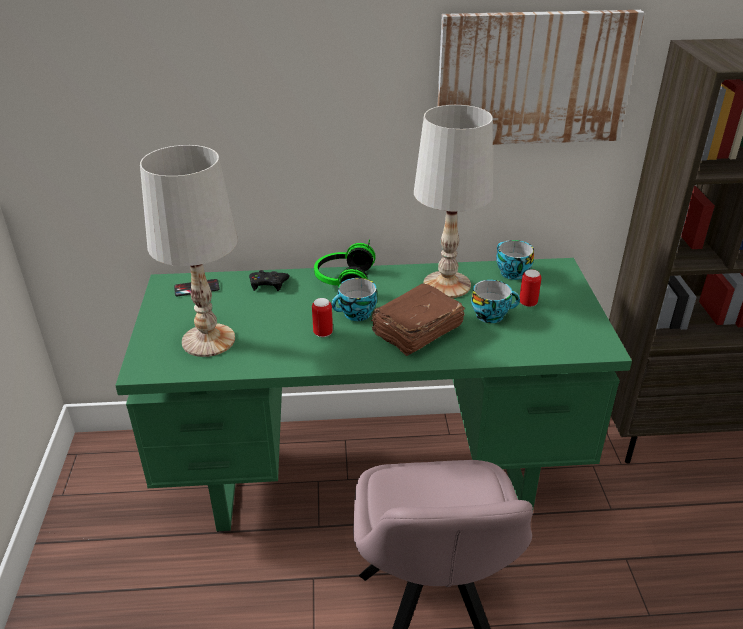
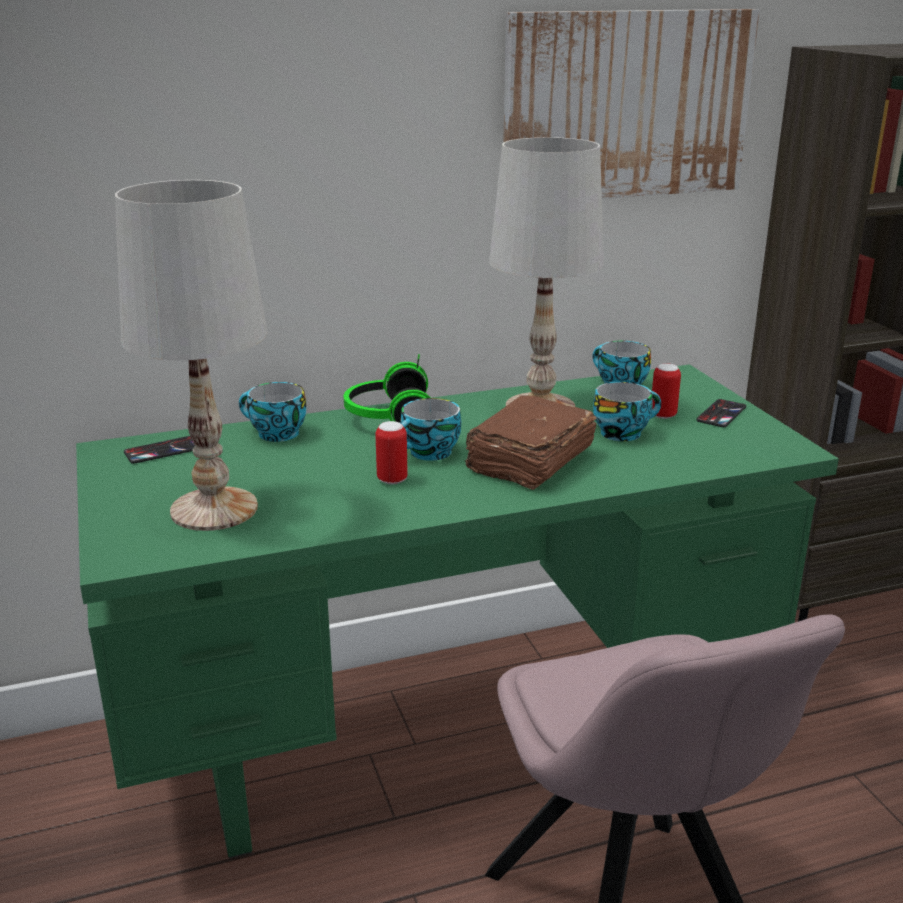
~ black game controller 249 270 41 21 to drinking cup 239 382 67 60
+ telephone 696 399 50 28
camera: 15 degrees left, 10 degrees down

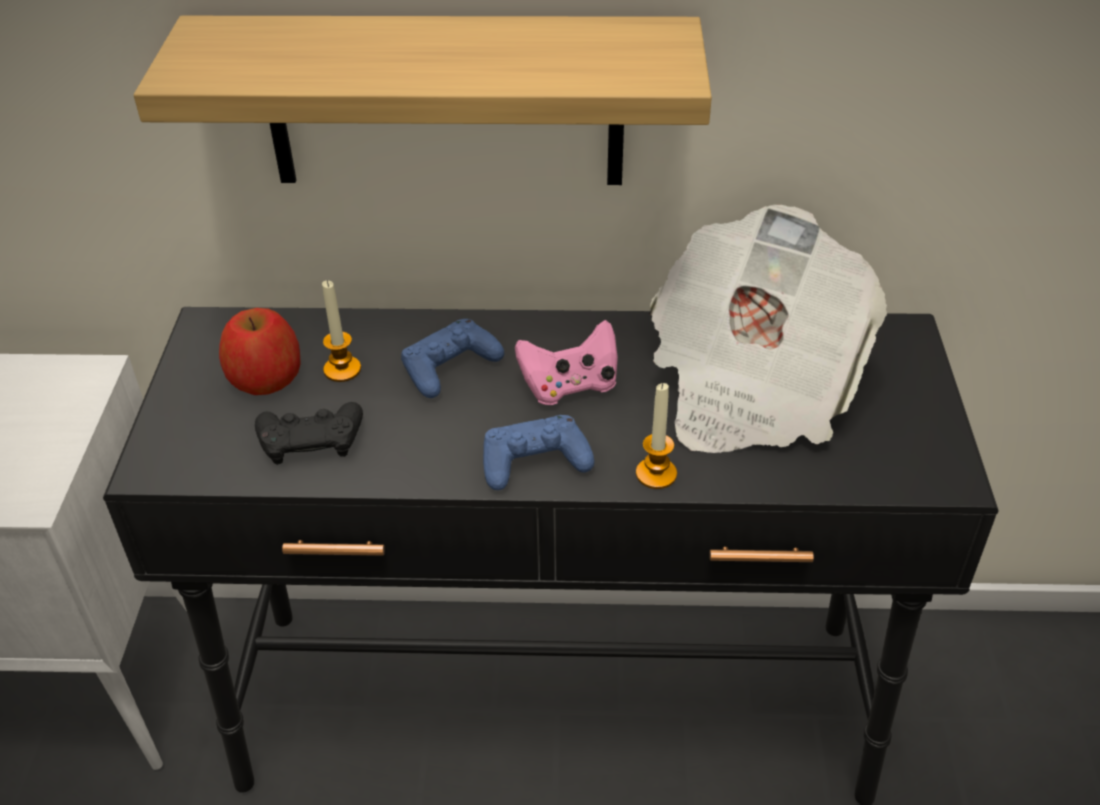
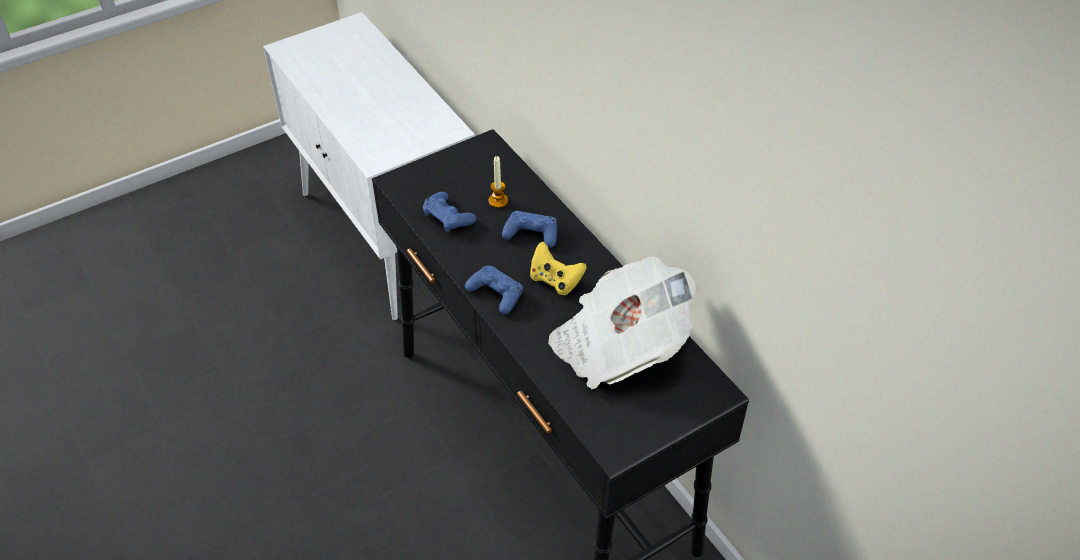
~ black game controller 255 402 108 63 to blue game controller 423 192 53 40
~ pink game controller 515 320 103 85 to yellow game controller 530 241 57 54
- wall shelf 134 16 578 169
- whole apple 219 308 82 87
- candle 636 383 41 106
camera: 55 degrees right, 5 degrees up

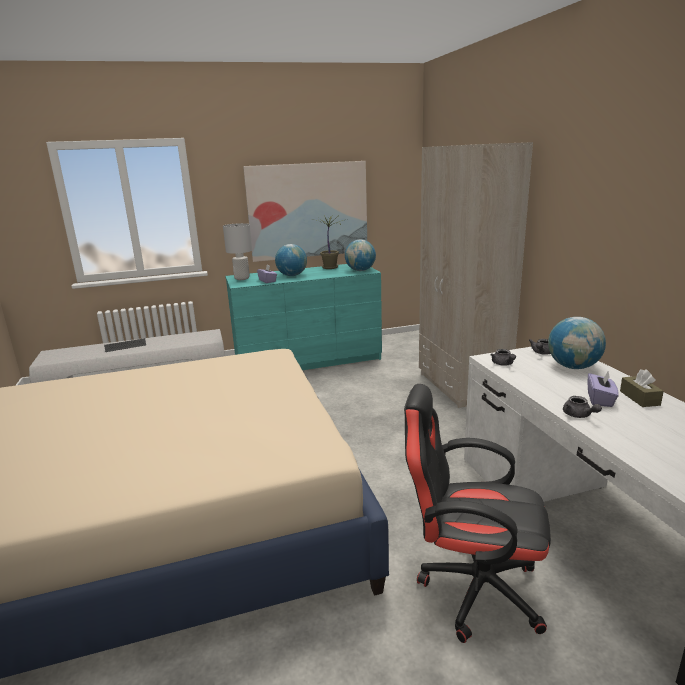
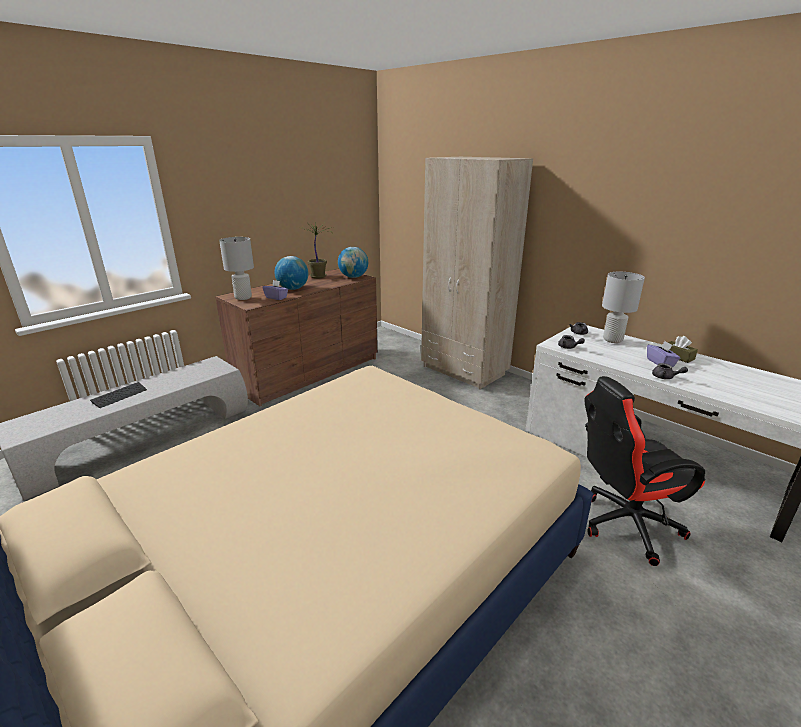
~ turquoise-coloured chest of drawers 225 264 157 106 to brown-coloured chest of drawers 215 269 163 137
~ desk globe 548 317 58 52 to grey tabletop lamp 602 272 43 71
- wall art 243 161 124 101
camera: 30 degrees left, 5 degrees up

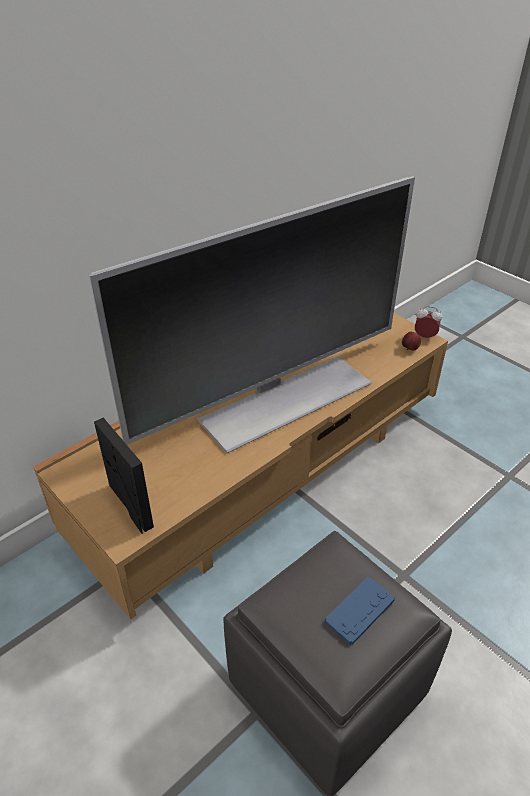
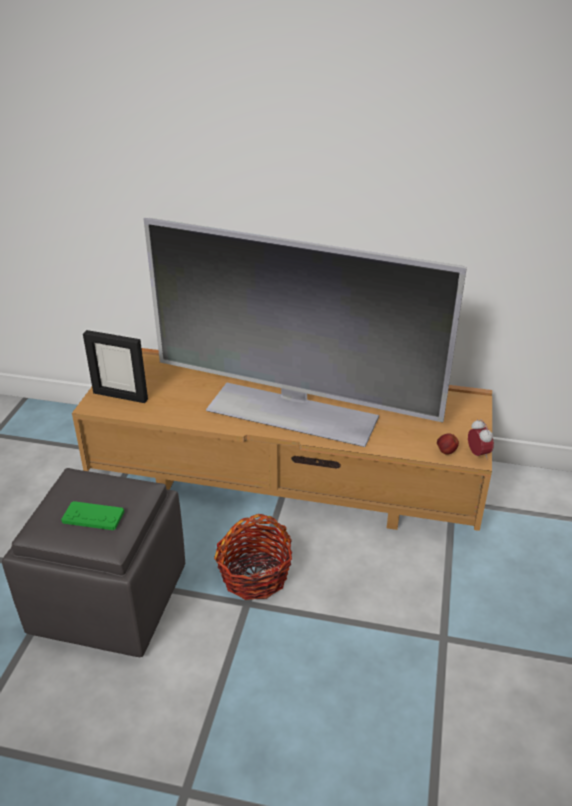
~ blue game controller 325 577 70 68 to green-coloured game controller 61 501 63 29
~ standing frame 94 418 60 116 = 83 330 65 73 90 degrees clockwise
+ storage basket 214 514 78 86
camera: 55 degrees right, 5 degrees down

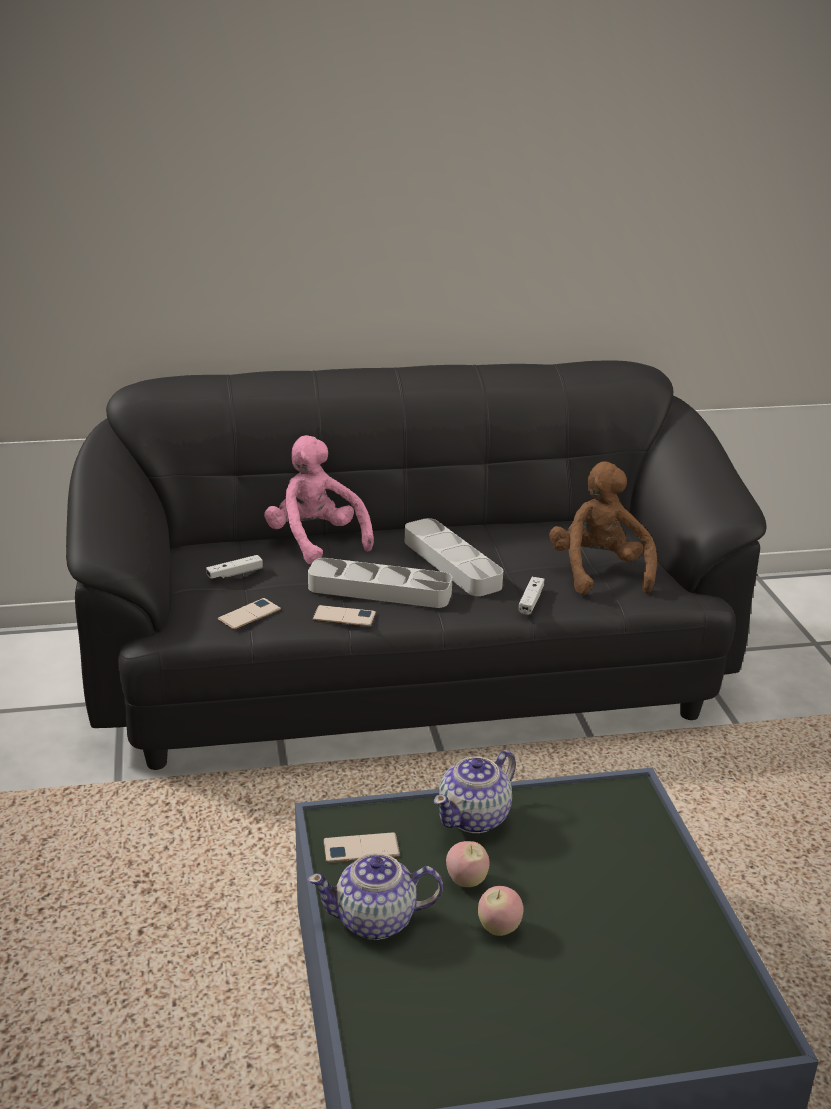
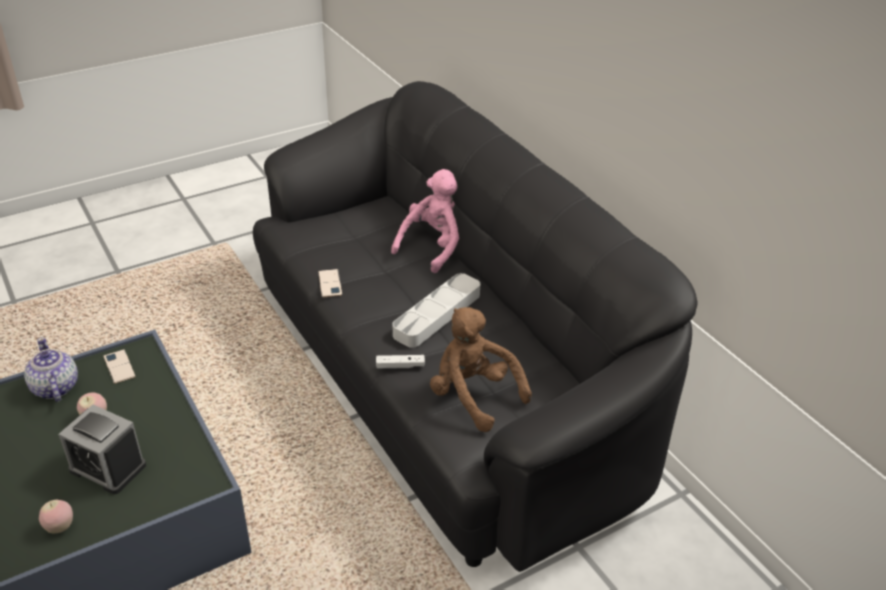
~ whole apple 478 886 46 50 to 39 500 34 33
+ bedside clock 58 405 88 89
~ brown-coloured soft toy 549 462 108 133 = 430 307 102 125 105 degrees counterclockwise
- white-coloured game controller 206 555 57 24
- telephone 217 598 64 32
- grey carrying tray 308 558 144 50
- pot for tea 434 750 82 83
camera: 70 degrees right, 10 degrees up

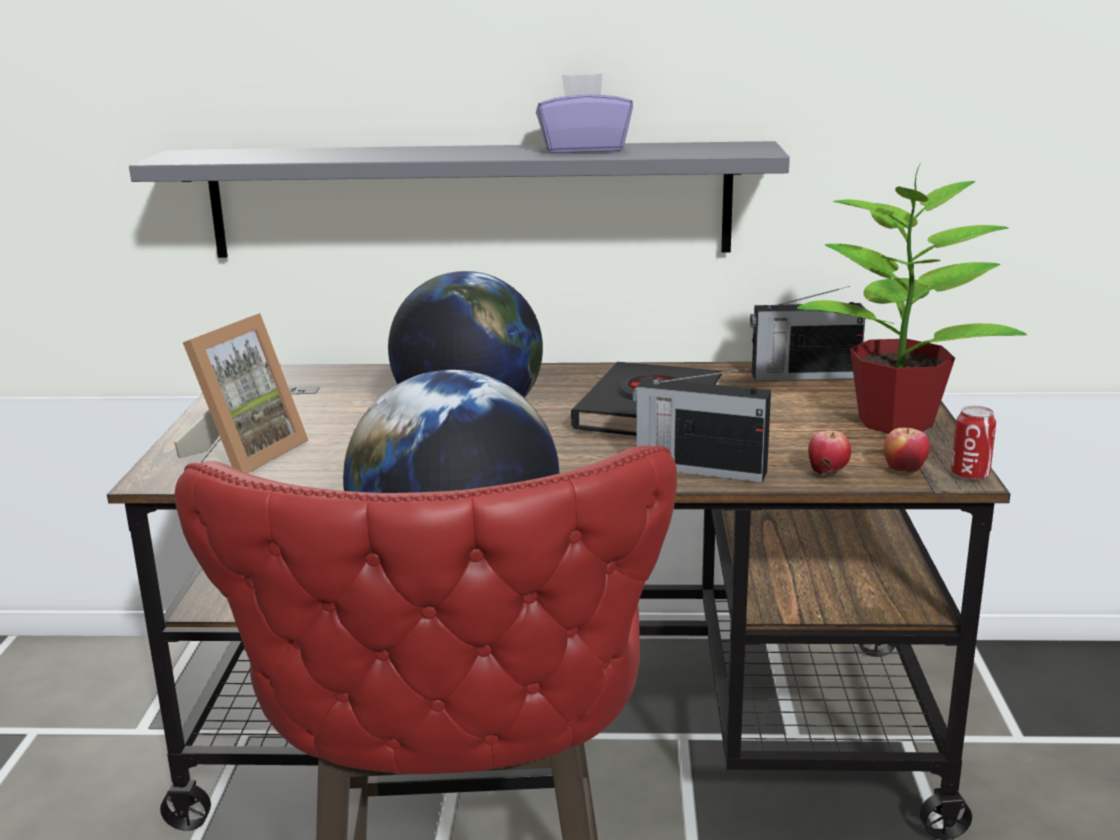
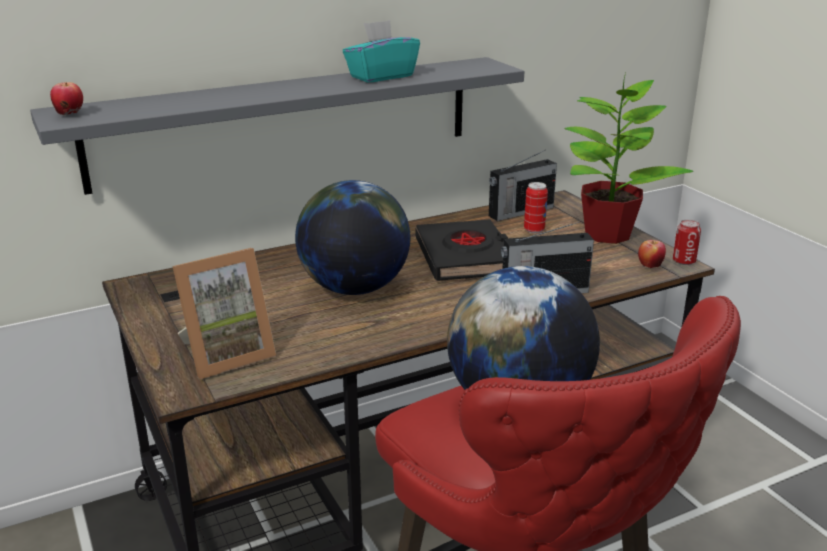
~ whole apple 808 430 43 45 to 50 82 33 34
~ standing frame 174 313 135 160 = 173 248 103 131 60 degrees clockwise
~ purple tissue holder 536 73 97 80 to turquoise-coloured tissue holder 343 20 77 63
+ metal can 524 182 24 52
camera: 30 degrees left, 5 degrees up

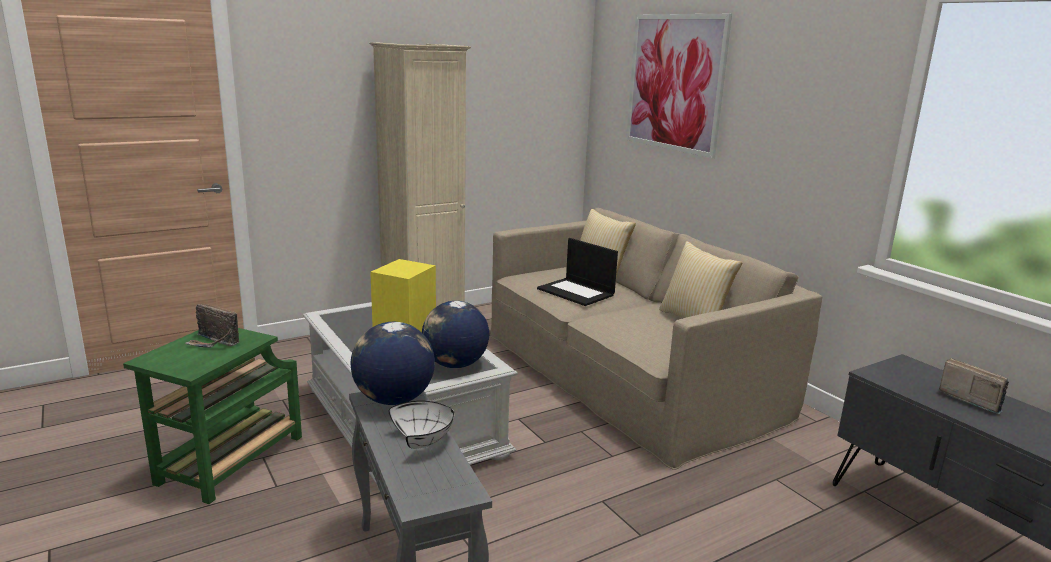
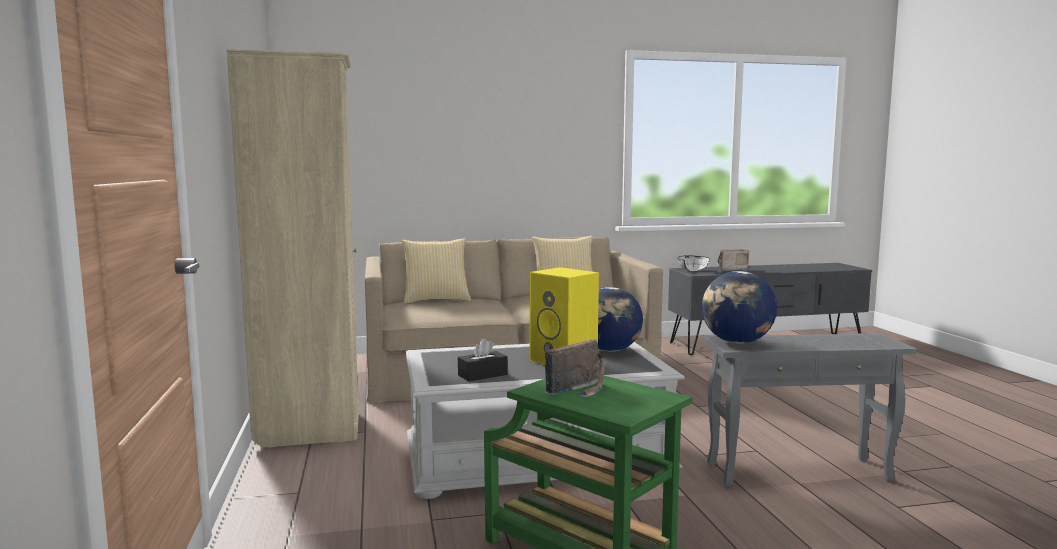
+ black tissue holder 458 338 50 44
~ white-coloured bowl 388 401 67 48 to 677 255 33 16
- laptop 537 238 81 68
- wall art 626 14 106 144
camera: 70 degrees left, 10 degrees down

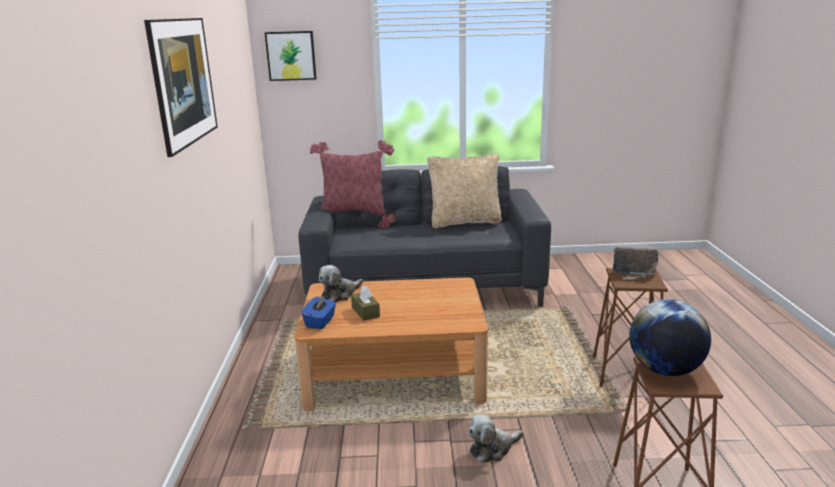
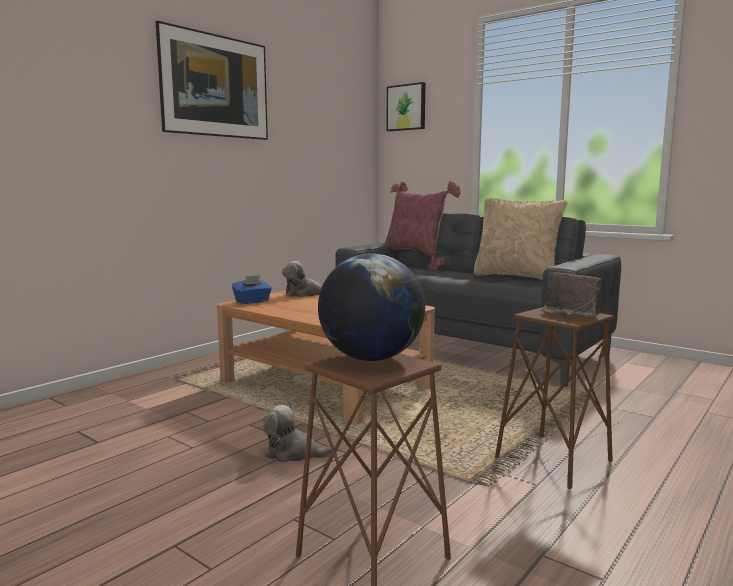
- brown-coloured tissue holder 351 286 29 35
camera: 40 degrees right, 10 degrees down

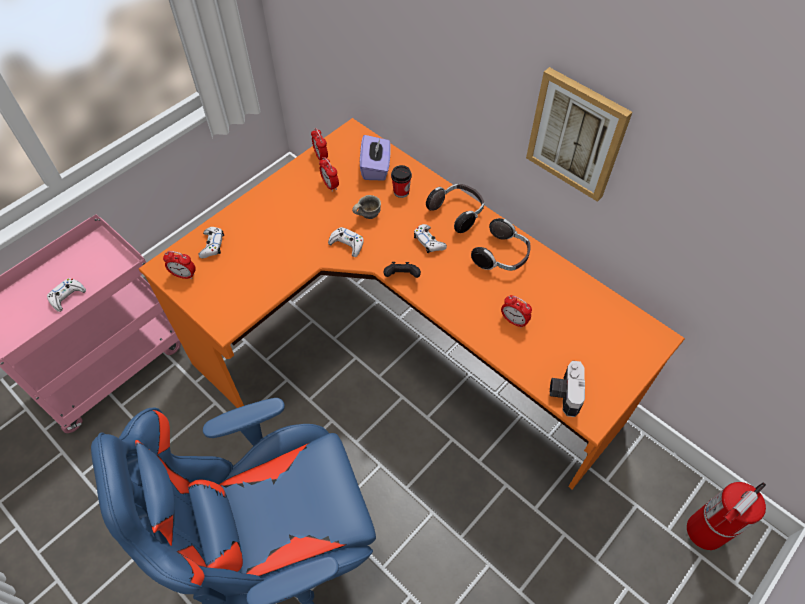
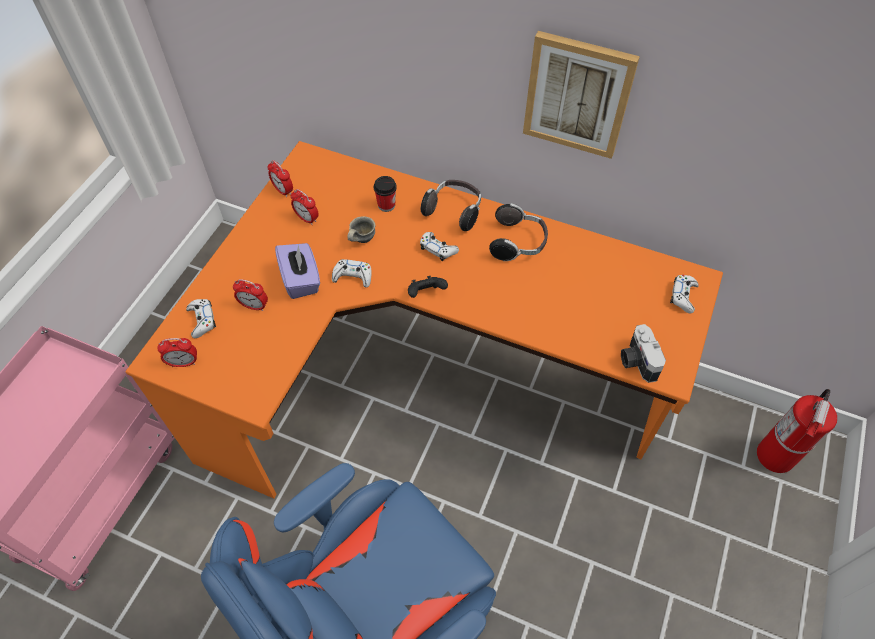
~ bedside clock 501 295 31 33 to 233 279 35 32
~ purple tissue holder 360 135 31 46 to 275 243 45 56
~ white-coloured game controller 47 278 39 34 to 670 275 29 39
camera: 20 degrees left, 0 degrees up

